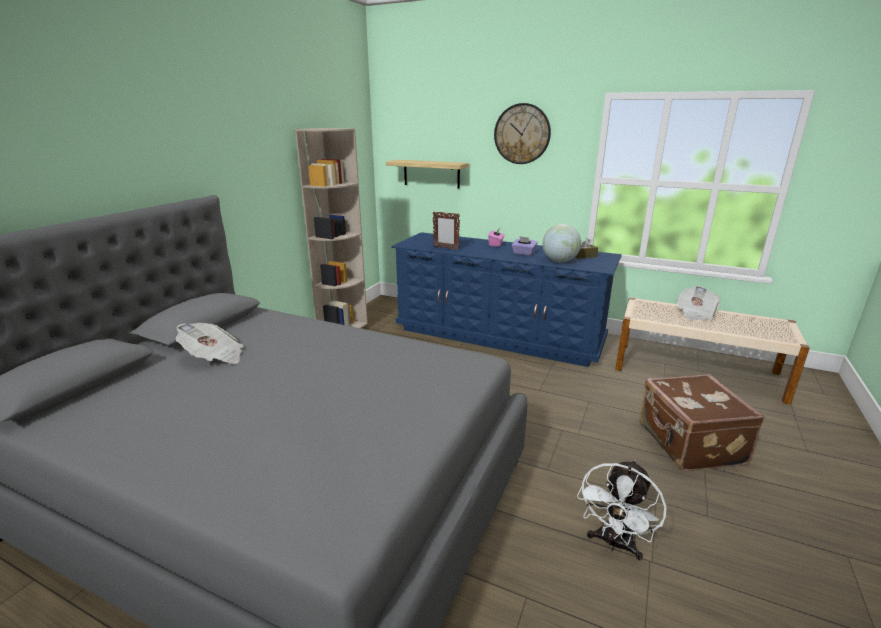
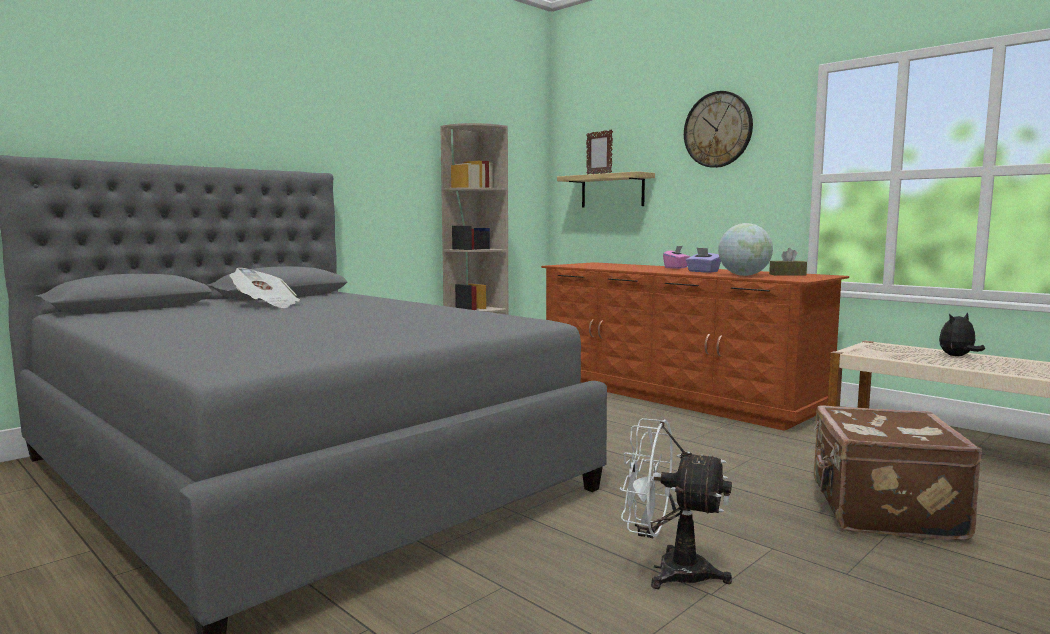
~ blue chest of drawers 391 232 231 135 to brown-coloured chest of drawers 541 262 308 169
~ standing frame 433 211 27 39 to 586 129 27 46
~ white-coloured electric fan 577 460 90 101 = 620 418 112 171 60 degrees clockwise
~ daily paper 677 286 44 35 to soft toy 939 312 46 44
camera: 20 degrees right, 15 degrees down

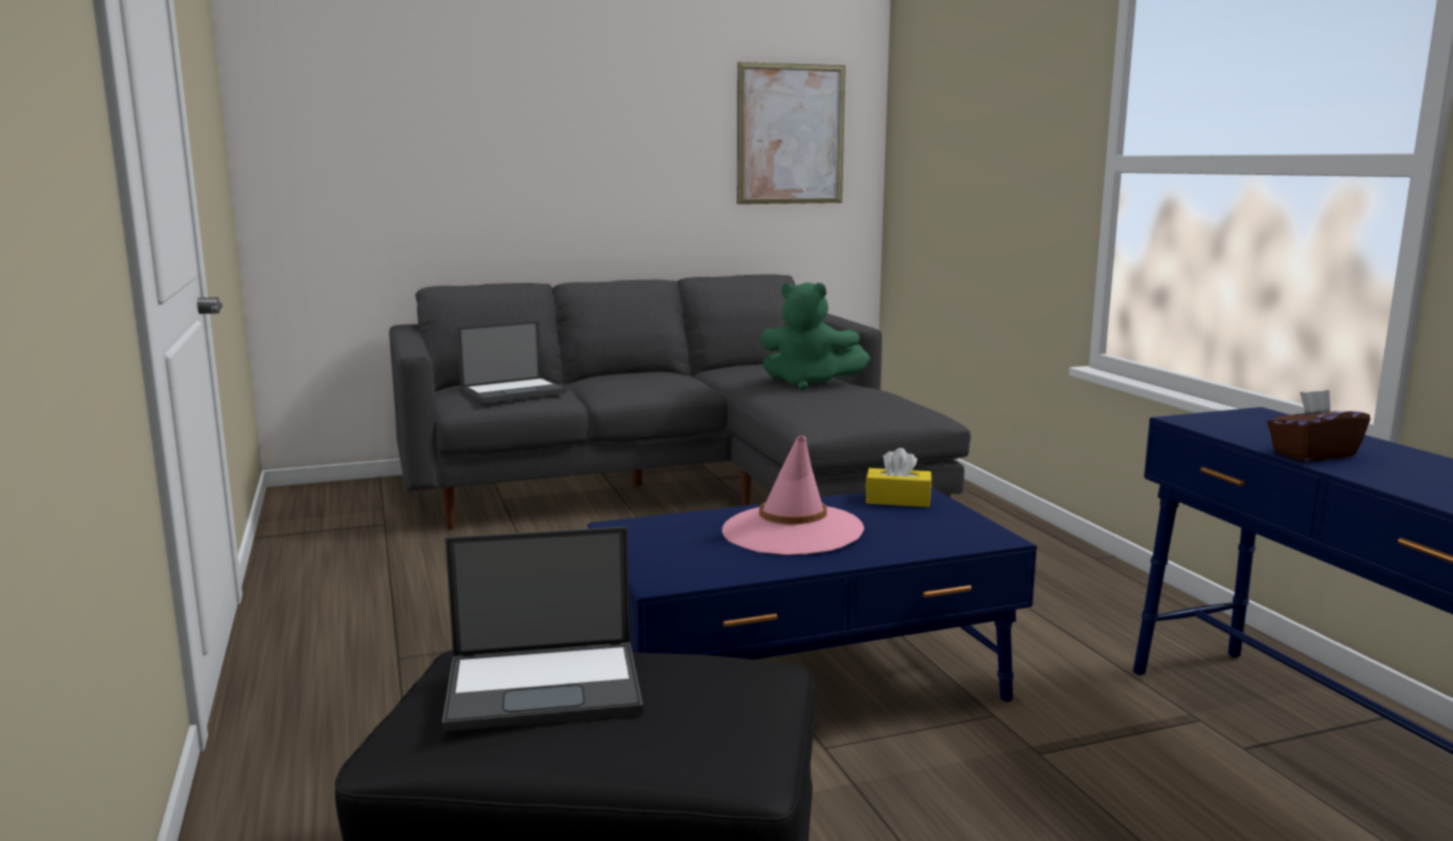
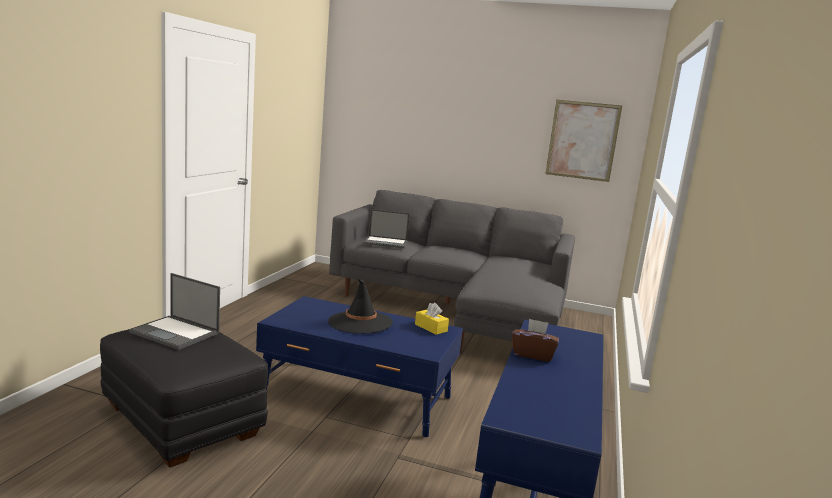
~ pink clothing hat 722 435 142 120 to black clothing hat 328 279 65 55
- green-coloured soft toy 760 282 110 108
camera: 35 degrees right, 0 degrees up

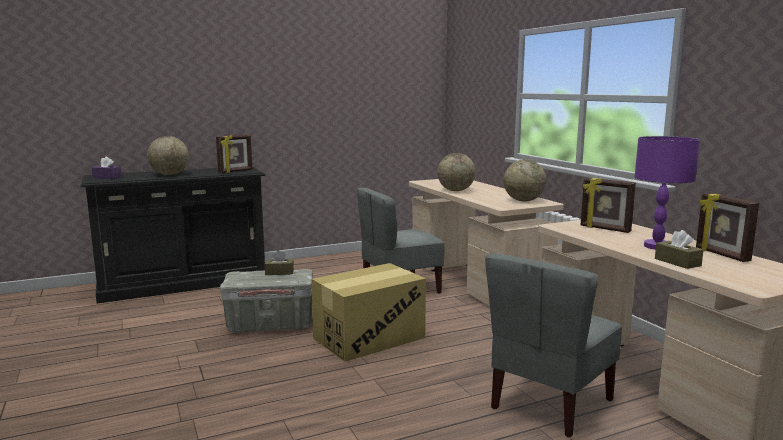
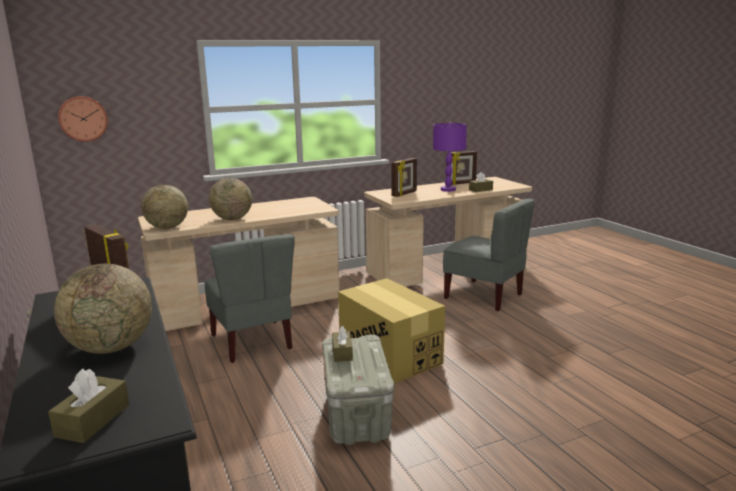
~ purple tissue holder 91 157 31 22 to brown-coloured tissue holder 48 369 82 74
+ clock on the wall 58 96 50 46
~ desk globe 504 160 42 42 to 141 185 47 44
camera: 90 degrees left, 5 degrees up

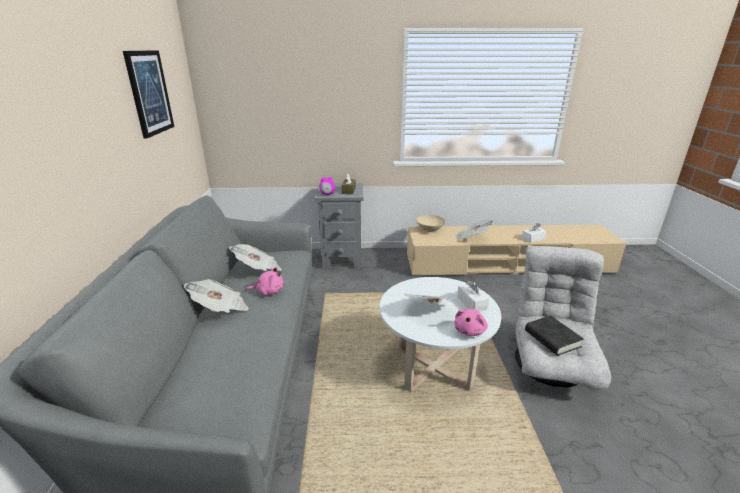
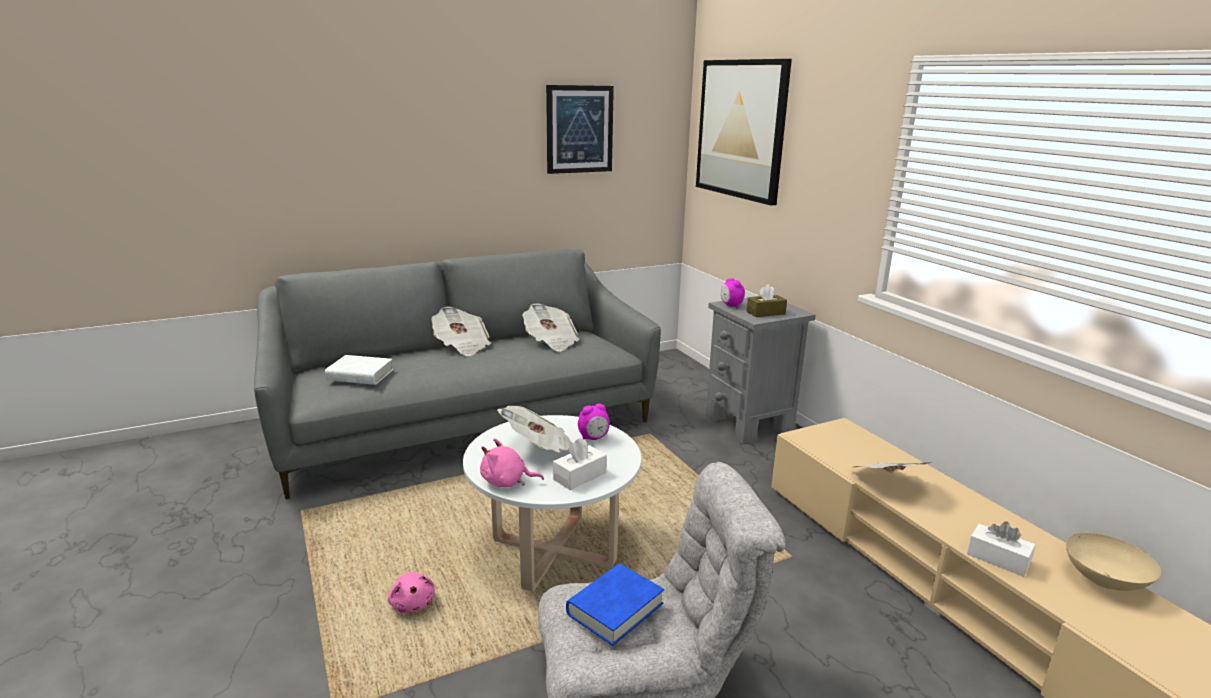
+ white-coloured bound book 325 355 68 30
~ pink soft toy 246 267 38 29 to 388 572 47 41
~ black bound book 525 316 59 40 to blue bound book 566 564 98 82
+ bedside clock 578 404 32 36
+ wall art 696 59 96 146
~ beige-coloured bowl 416 215 29 17 to 1066 533 95 58
camera: 65 degrees right, 5 degrees down

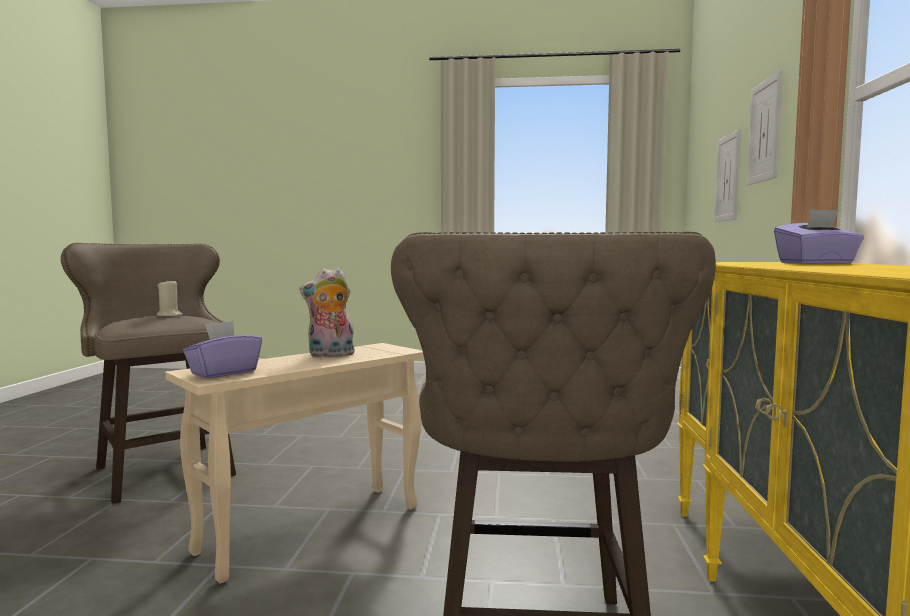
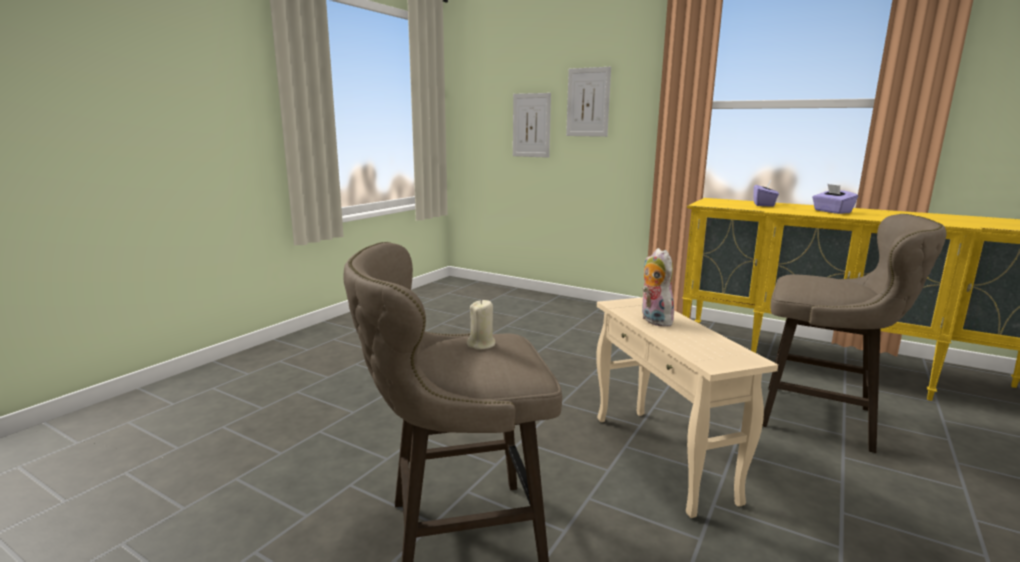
~ soft toy 299 268 56 89 = 642 248 32 78 150 degrees clockwise
~ purple tissue holder 183 321 79 58 to 812 184 46 30
camera: 65 degrees left, 10 degrees up

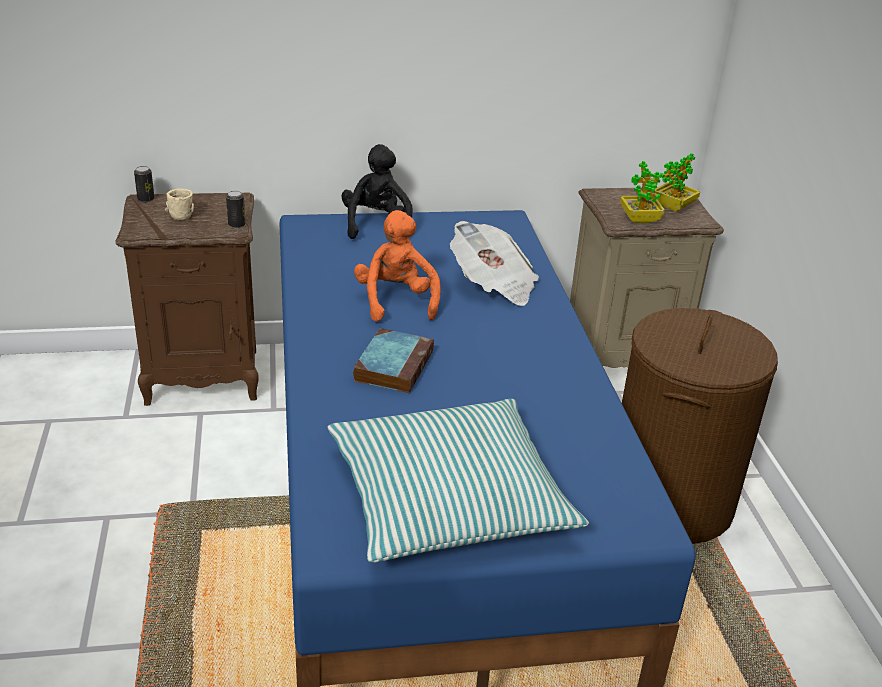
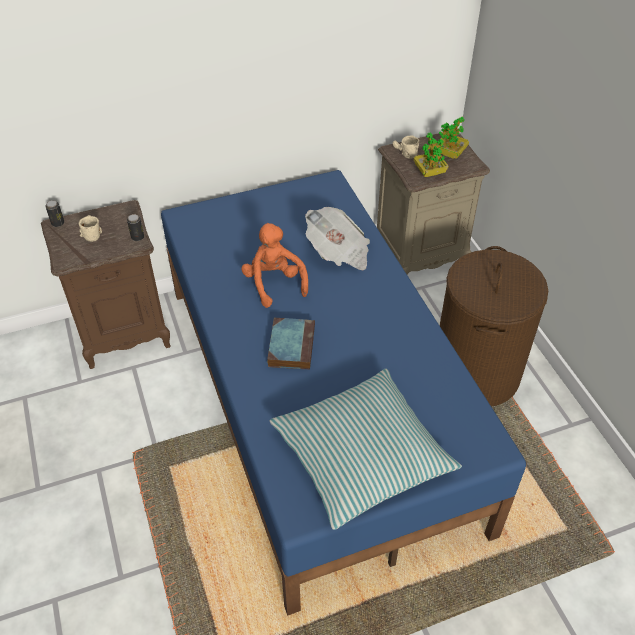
+ beige-coloured coffee mug 393 136 27 23
- black soft toy 341 144 71 95
camera: 10 degrees left, 15 degrees up

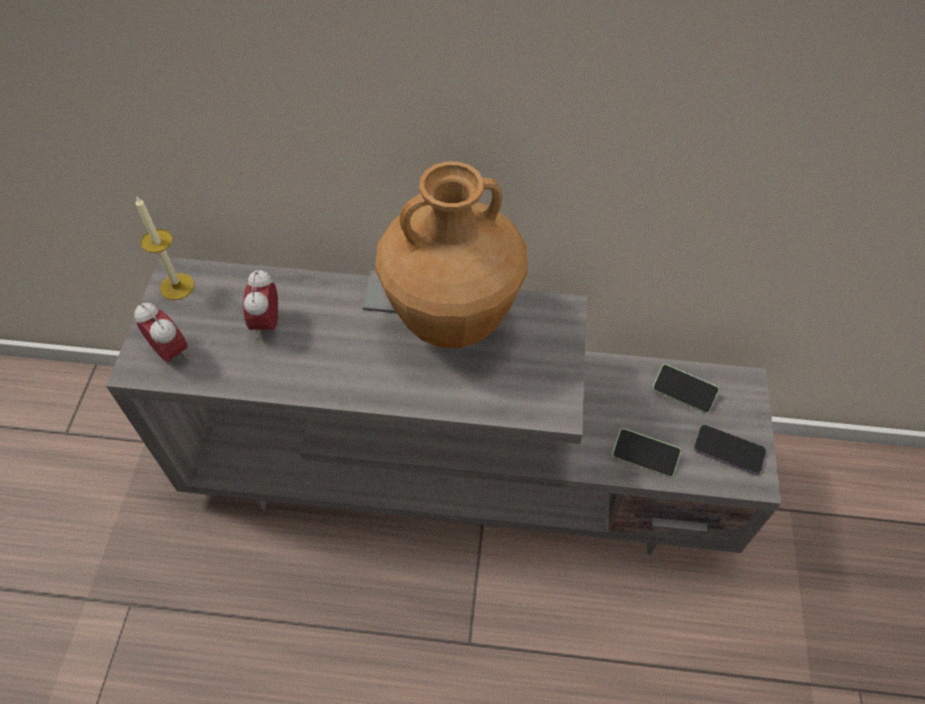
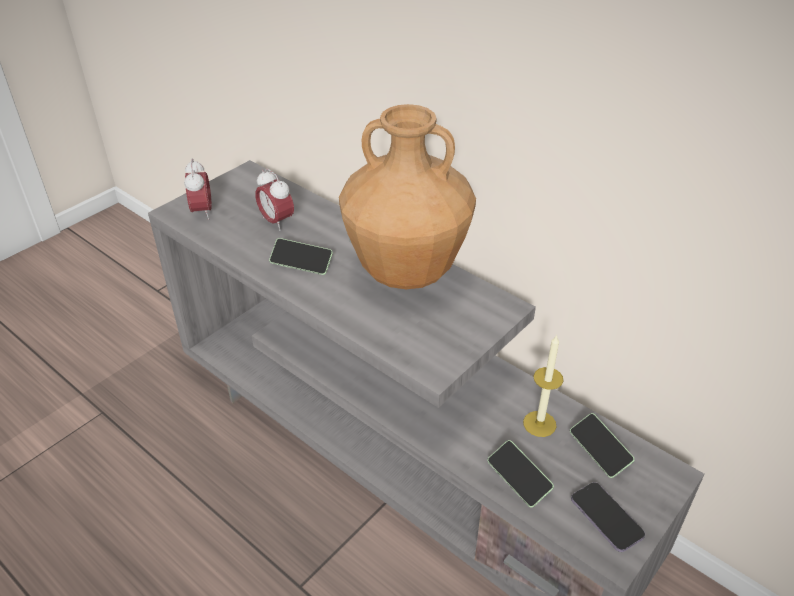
~ bedside clock 243 269 35 69 = 255 168 39 63 75 degrees counterclockwise
+ telephone 269 238 64 37
~ candle 135 196 59 104 to 523 334 41 103
camera: 35 degrees right, 15 degrees down

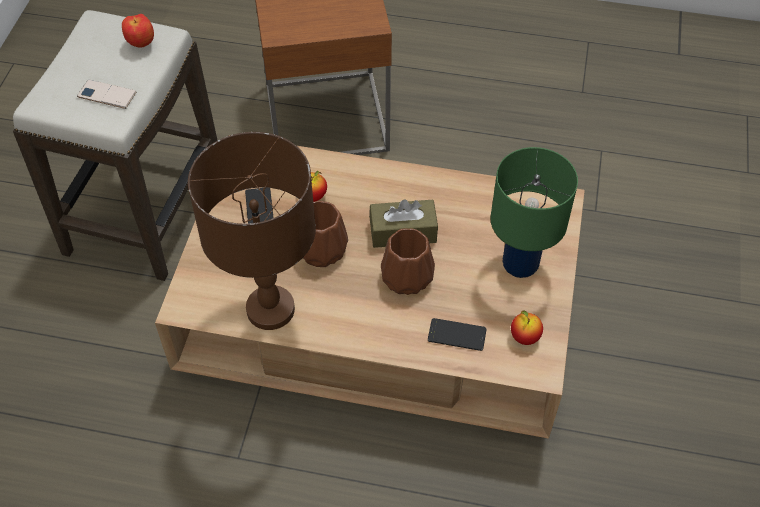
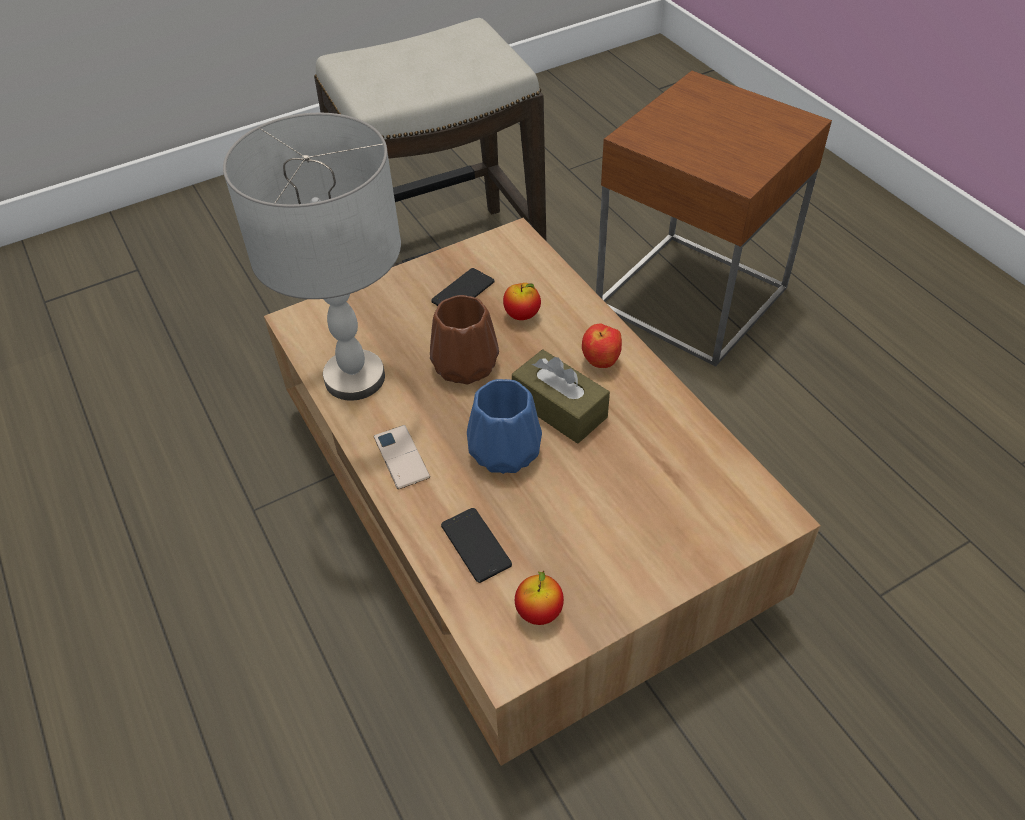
~ brown-coloured tabletop lamp 188 132 128 198 to grey tabletop lamp 223 113 178 288
~ telephone 77 80 59 29 to 374 425 56 65
~ brown-coloured decorative vase 381 228 54 67 to blue decorative vase 467 379 75 95
~ whole apple 122 14 32 34 to 582 324 40 44
- green-coloured tabletop lamp 491 147 87 131
camera: 50 degrees right, 5 degrees down

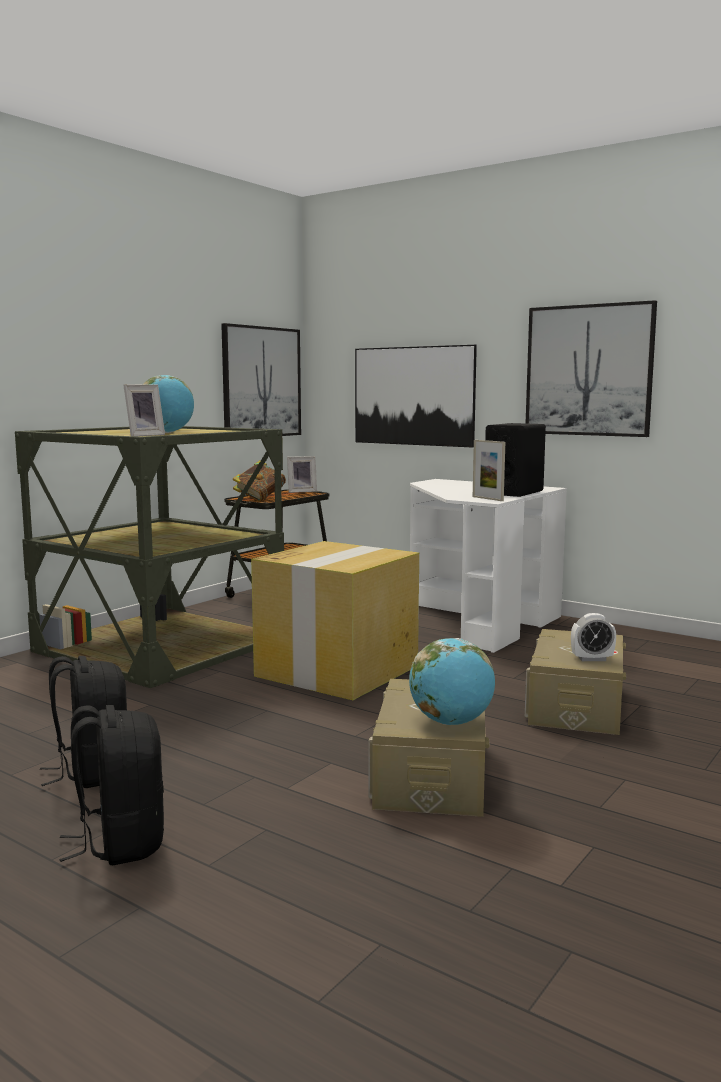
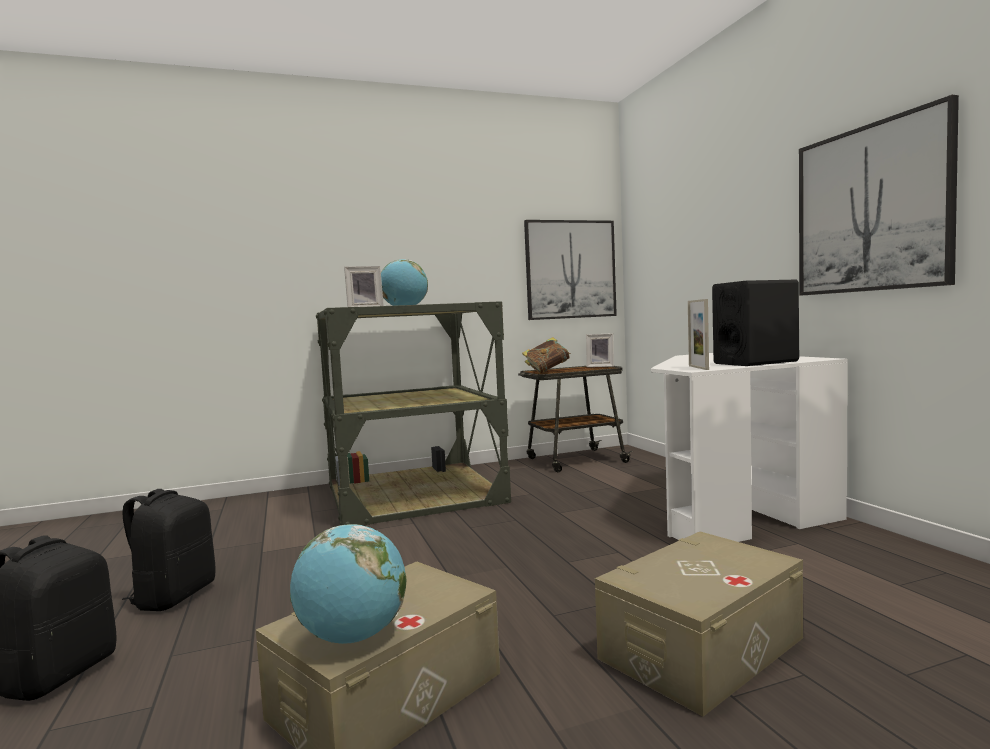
- cardboard box 251 541 168 159
- wall art 355 345 122 102
- bedside clock 571 613 45 48
camera: 35 degrees right, 5 degrees down

